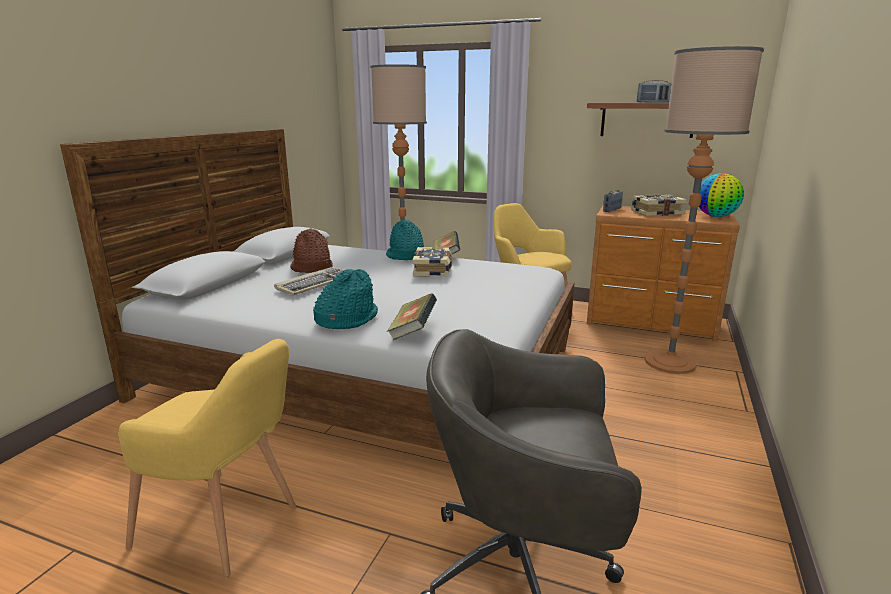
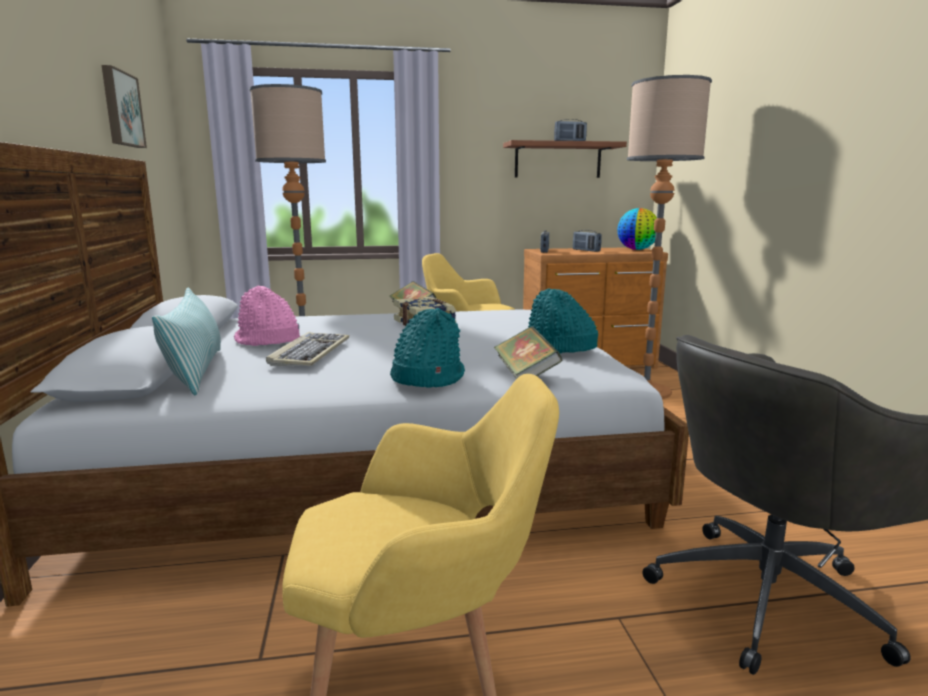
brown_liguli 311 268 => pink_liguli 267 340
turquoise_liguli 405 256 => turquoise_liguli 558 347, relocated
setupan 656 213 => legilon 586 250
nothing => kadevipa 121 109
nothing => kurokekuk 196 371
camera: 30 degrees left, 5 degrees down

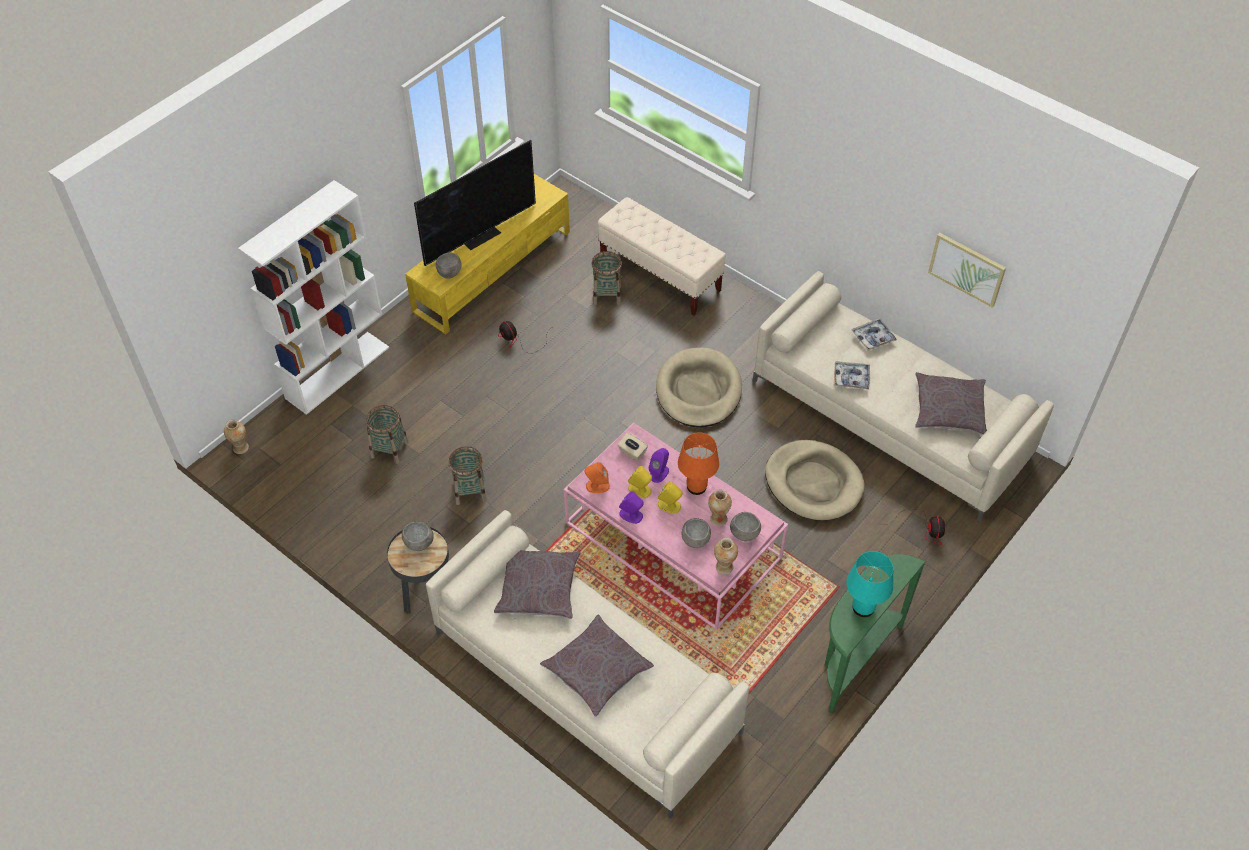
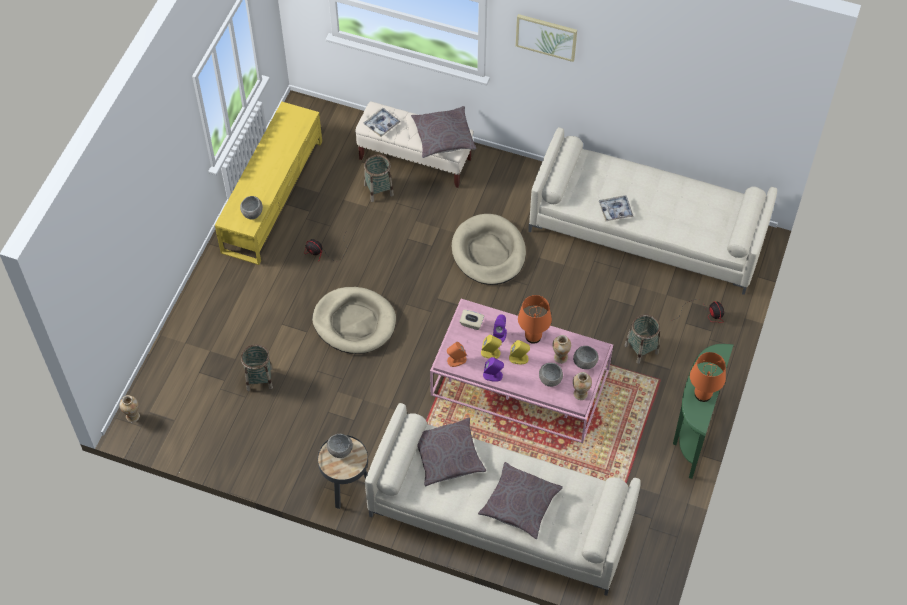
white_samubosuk 337 372 => nothing
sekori 480 235 => nothing
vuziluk 470 491 => vuziluk 641 349, relocated
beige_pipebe 813 483 => beige_pipebe 354 322, relocated
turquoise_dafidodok 862 607 => orange_dafidodok 702 394
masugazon 873 337 => masugazon 382 124, relocated
grey_kurokekuk 948 410 => grey_kurokekuk 443 137, relocated
kadevipa 967 269 => kadevipa 546 36, relocated
camera: 20 degrees left, 5 degrees up

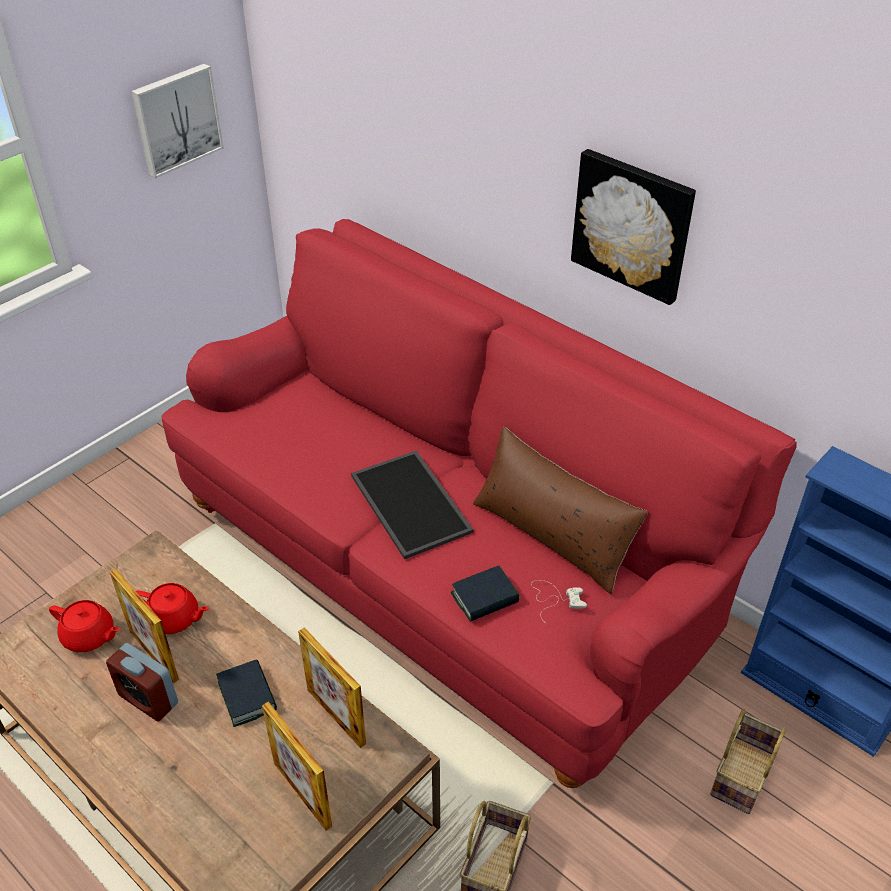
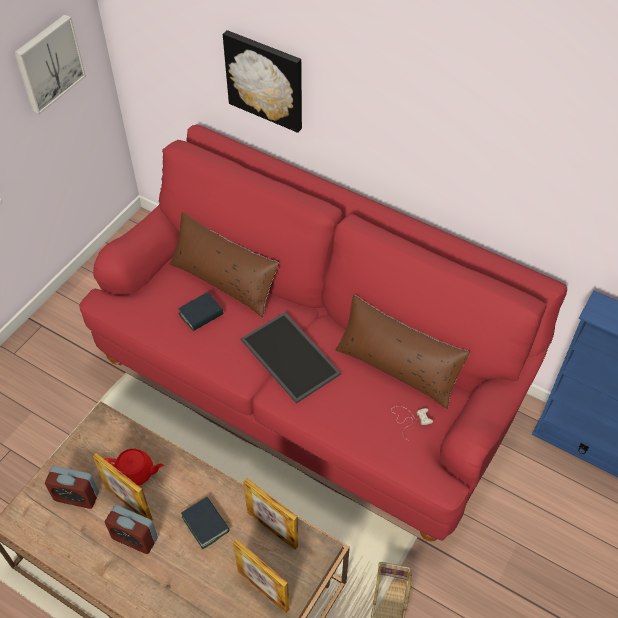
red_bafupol 89 636 => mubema 76 496
setupan 485 598 => setupan 201 314, relocated
kadevipa 633 224 => kadevipa 265 79, relocated
vuziluk 742 777 => nothing
nothing => brown_kurokekuk 224 280
camera: 10 degrees left, 10 degrees up

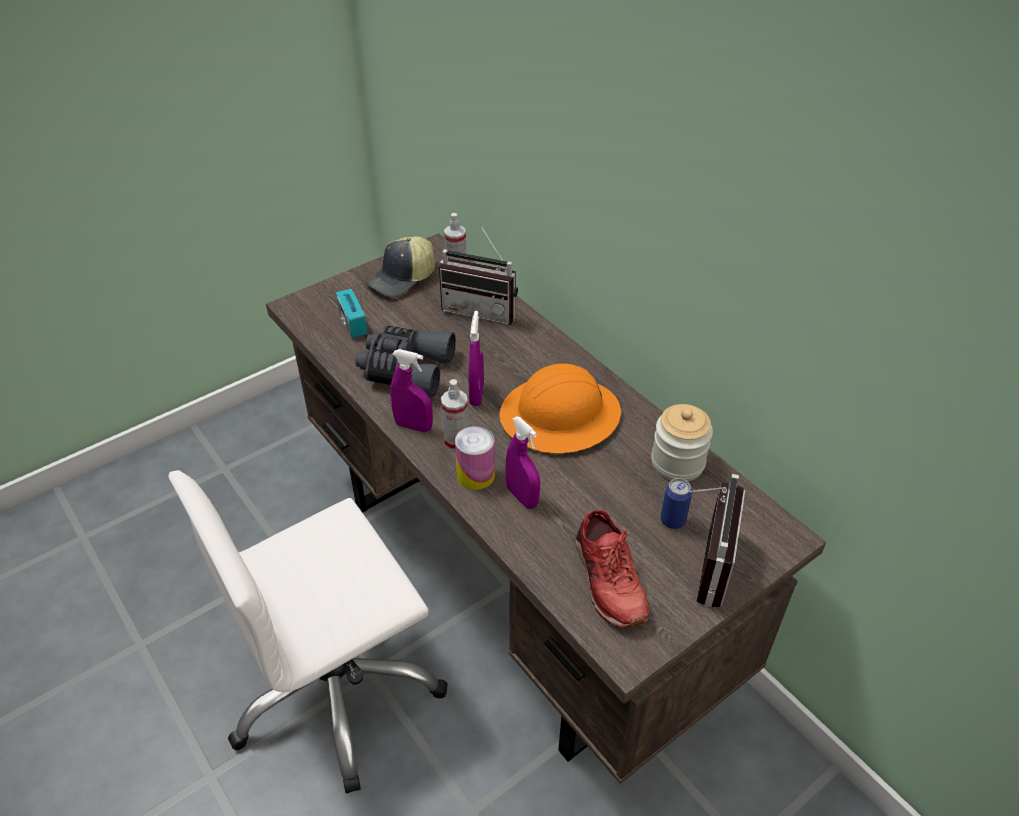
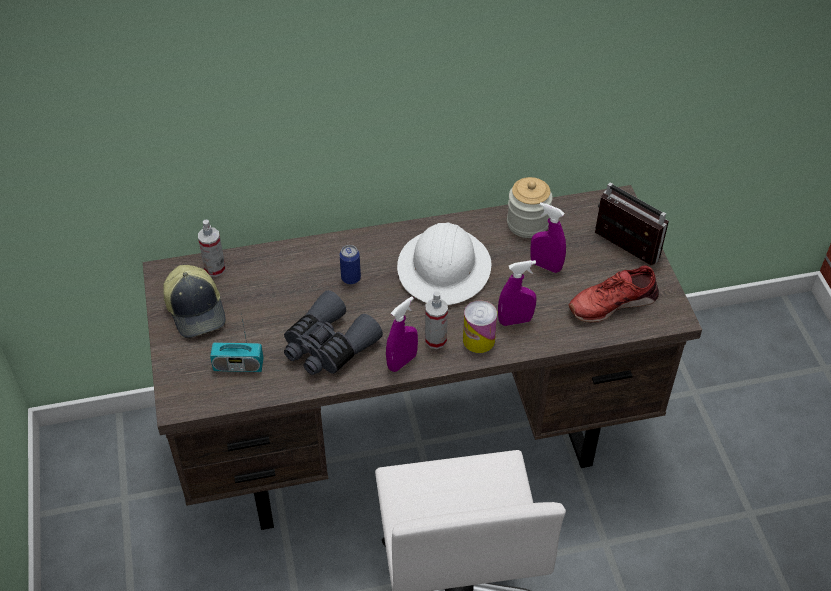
legilon 482 309 => nothing
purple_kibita 476 395 => purple_kibita 545 266, relocated
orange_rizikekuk 560 416 => white_rizikekuk 444 268
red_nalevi 607 579 => red_nalevi 612 302, 150 degrees clockwise
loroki 672 520 => loroki 351 278, relocated
camera: 65 degrees left, 5 degrees up

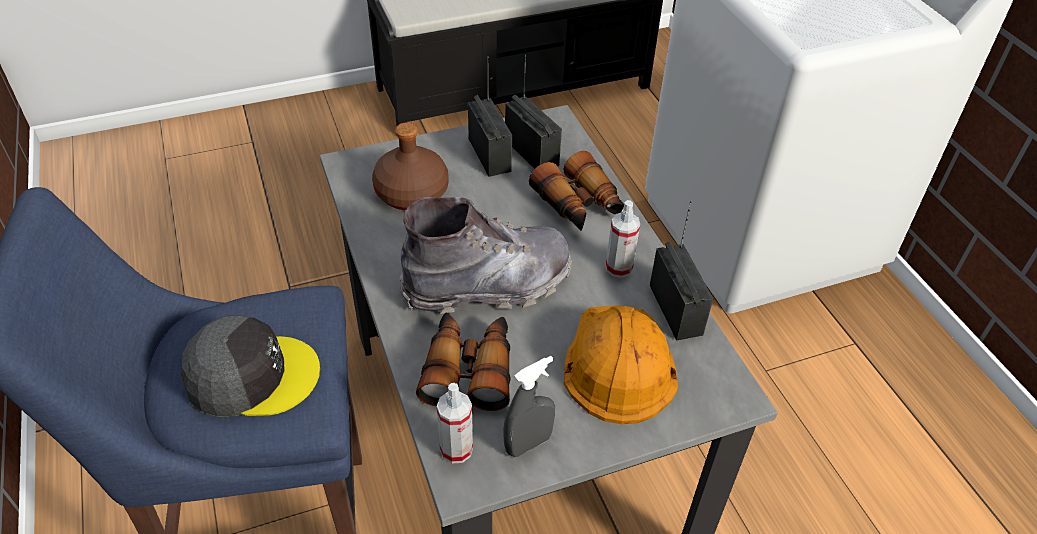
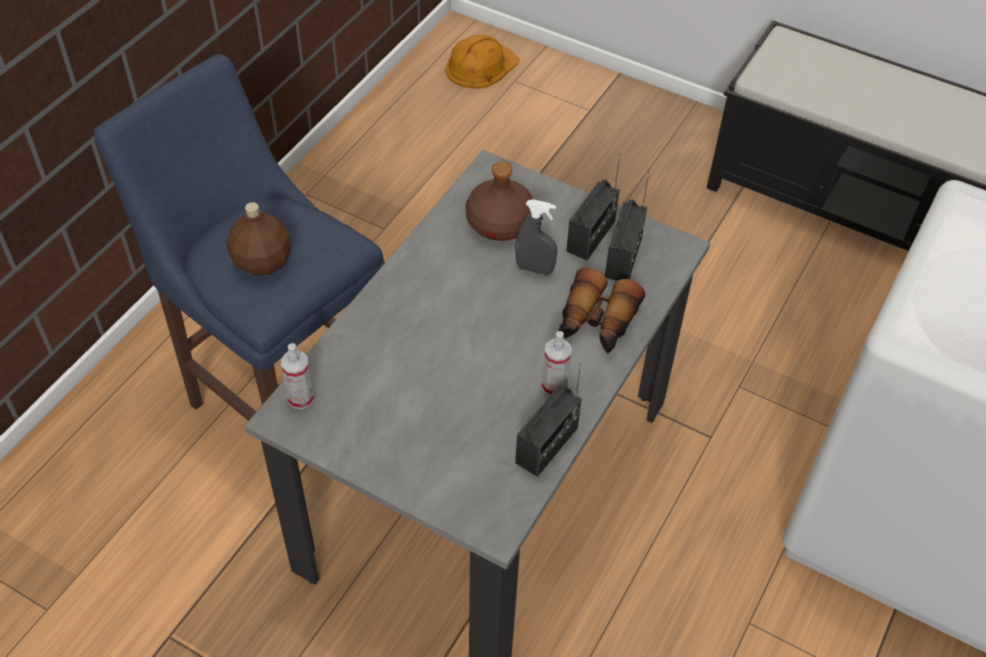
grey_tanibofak 251 375 => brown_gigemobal 262 261
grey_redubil 488 285 => nothing
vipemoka 469 368 => nothing
grey_kibita 528 444 => grey_kibita 534 269, relocated
orange_rizikekuk 618 363 => orange_rizikekuk 481 66, relocated
camera: 50 degrees right, 5 degrees up

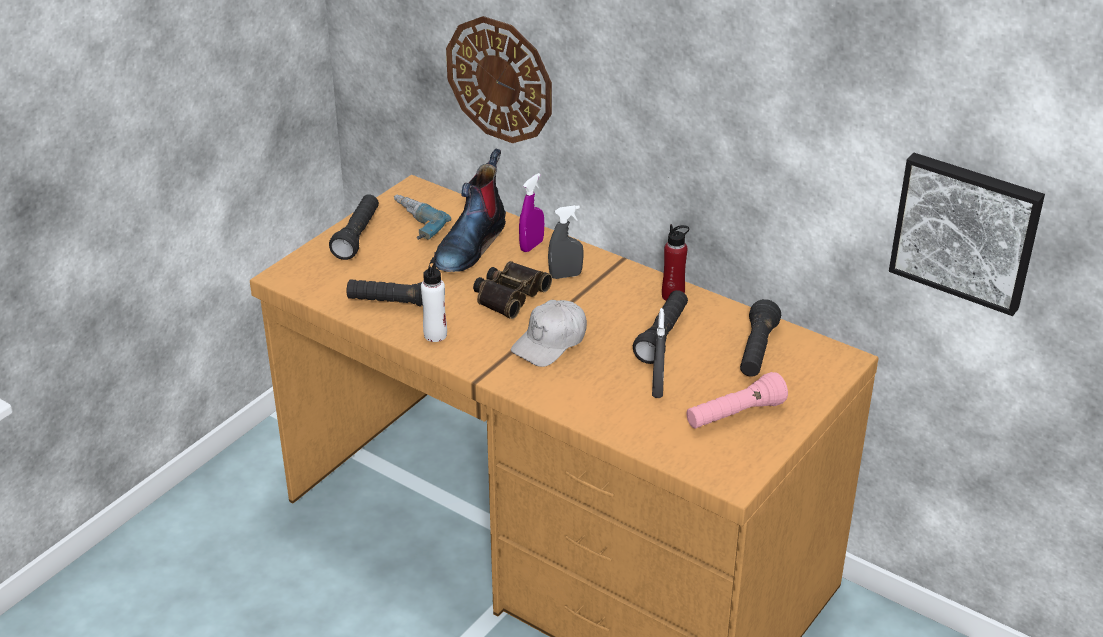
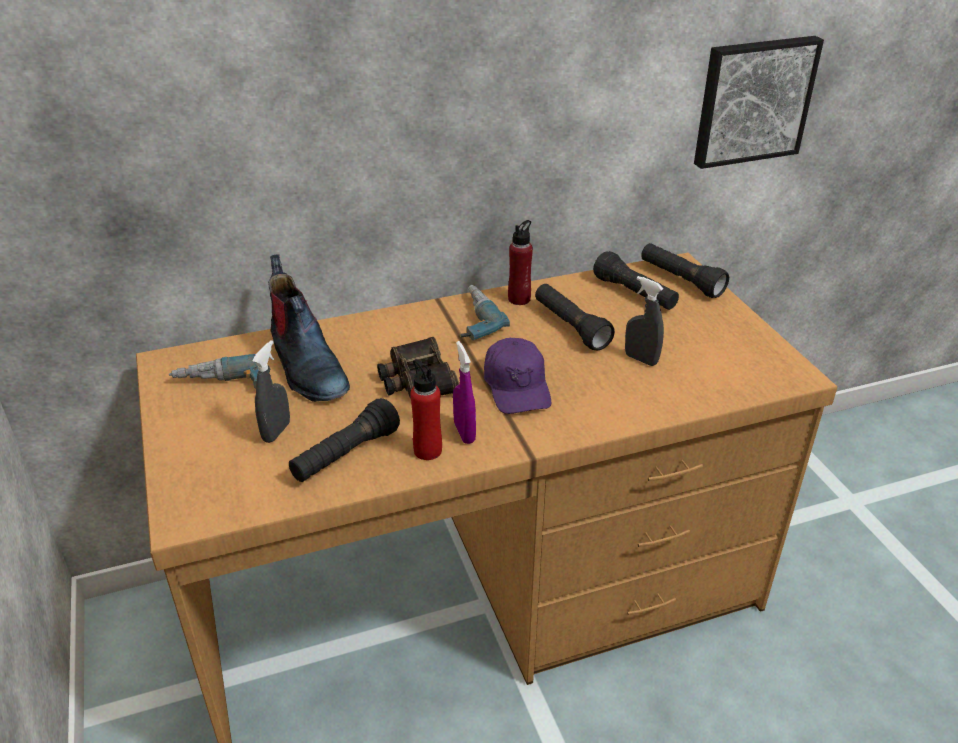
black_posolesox 357 236 => black_posolesox 680 280, relocated
white_gigemobal 435 335 => red_gigemobal 427 450
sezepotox 500 79 => nothing
white_tanibofak 550 342 => purple_tanibofak 517 386
purple_kibita 531 246 => purple_kibita 464 433, relocated
grey_kibita 565 275 => grey_kibita 276 432, relocated
pink_posolesox 734 415 => nothing
nothing => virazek 471 320
camera: 55 degrees left, 0 degrees up

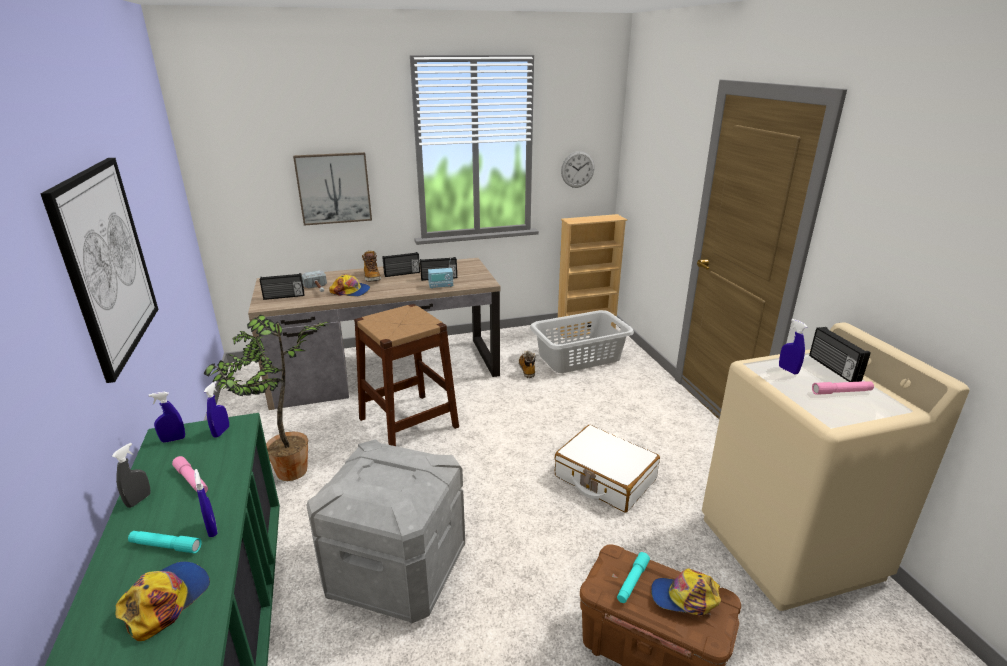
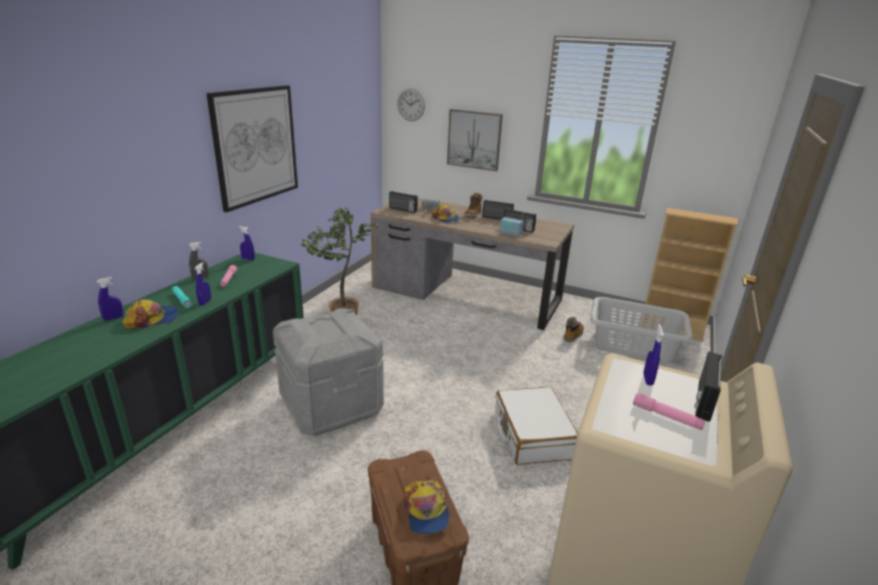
blue_kibita 221 432 => blue_kibita 113 318, relocated
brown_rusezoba 408 422 => nothing
sezepotox 577 169 => sezepotox 411 105, relocated
turquoise_posolesox 632 581 => nothing
tanibofak 684 598 => tanibofak 426 511, 150 degrees counterclockwise
camera: 40 degrees right, 0 degrees up

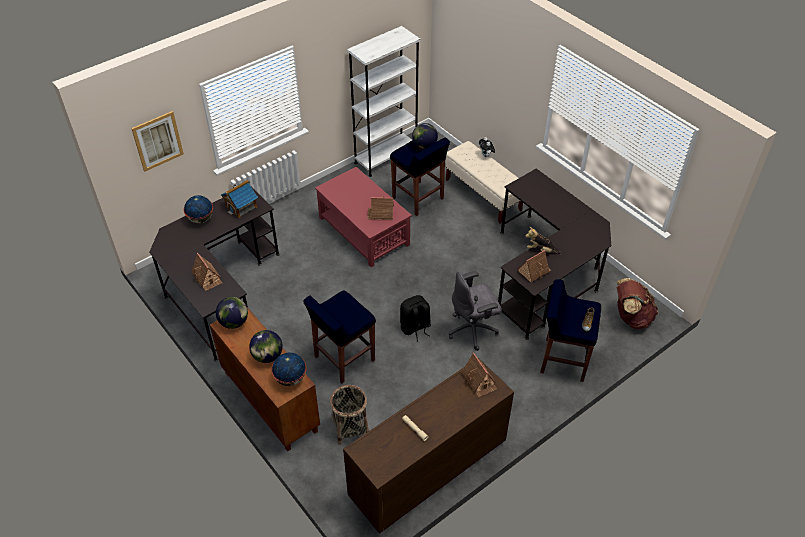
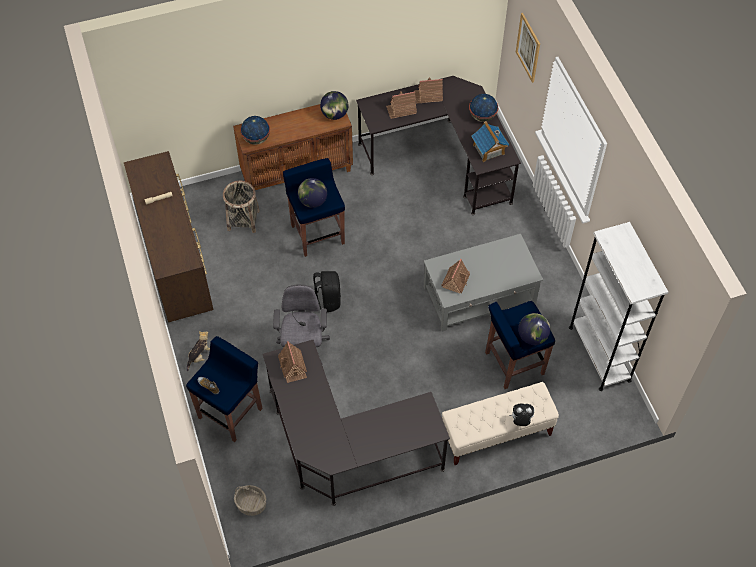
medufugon 267 356 => medufugon 312 201, relocated
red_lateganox 363 230 => grey_lateganox 480 295
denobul 479 380 => denobul 428 96, relocated
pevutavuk 541 250 => pevutavuk 200 356, relocated
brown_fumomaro 631 317 => vuziluk 251 504
camera: 110 degrees right, 10 degrees up

